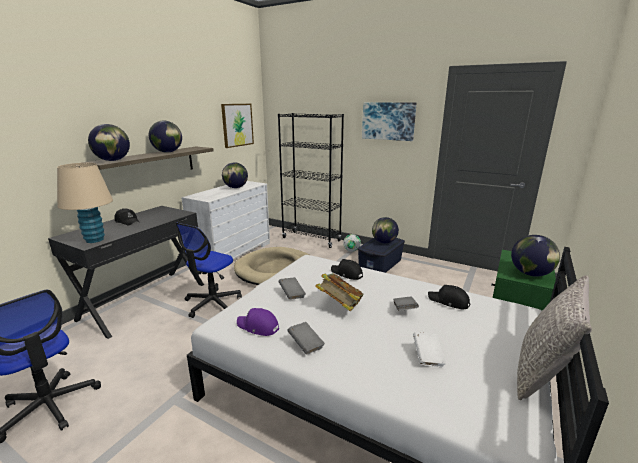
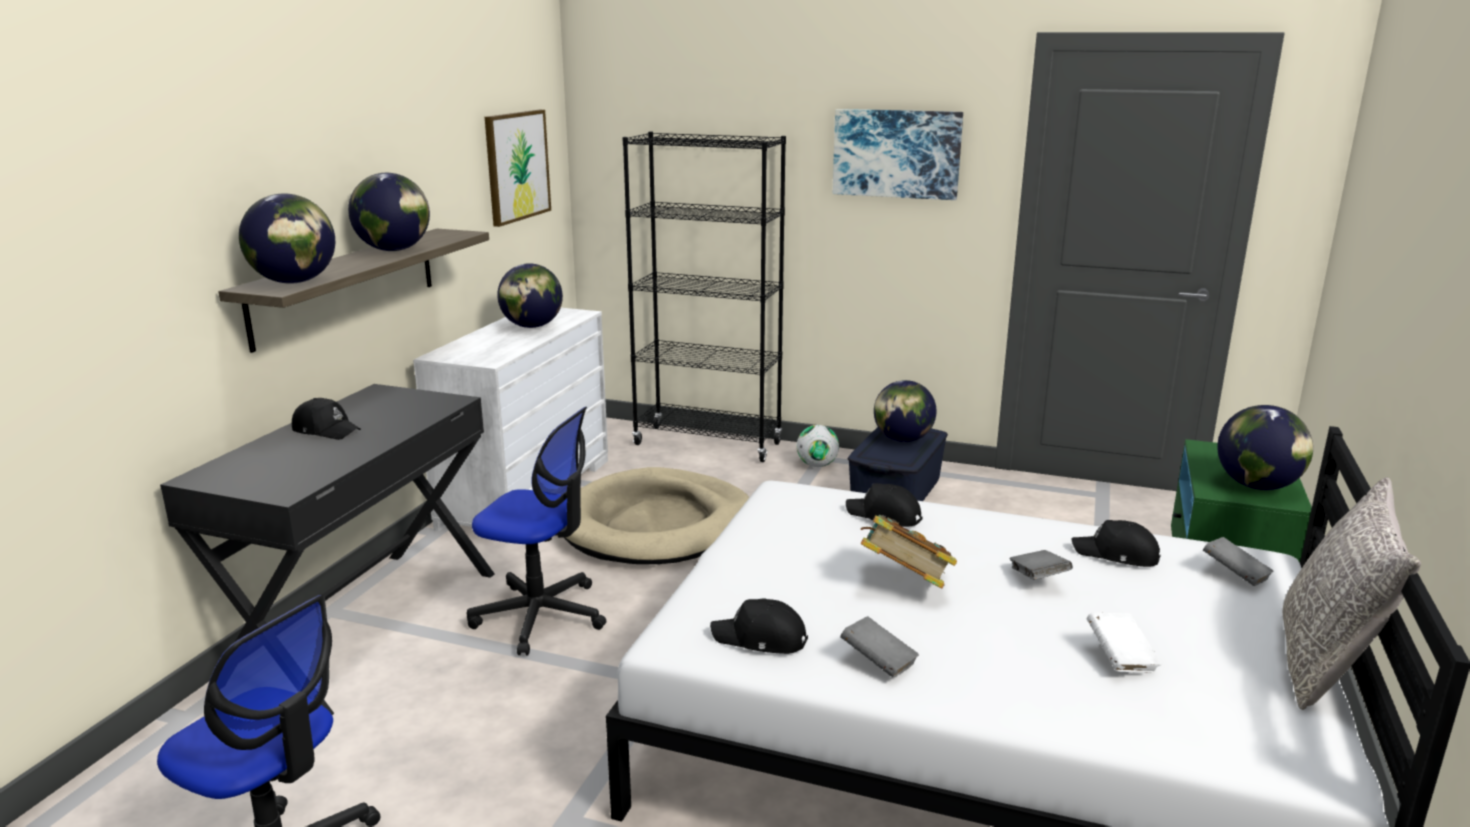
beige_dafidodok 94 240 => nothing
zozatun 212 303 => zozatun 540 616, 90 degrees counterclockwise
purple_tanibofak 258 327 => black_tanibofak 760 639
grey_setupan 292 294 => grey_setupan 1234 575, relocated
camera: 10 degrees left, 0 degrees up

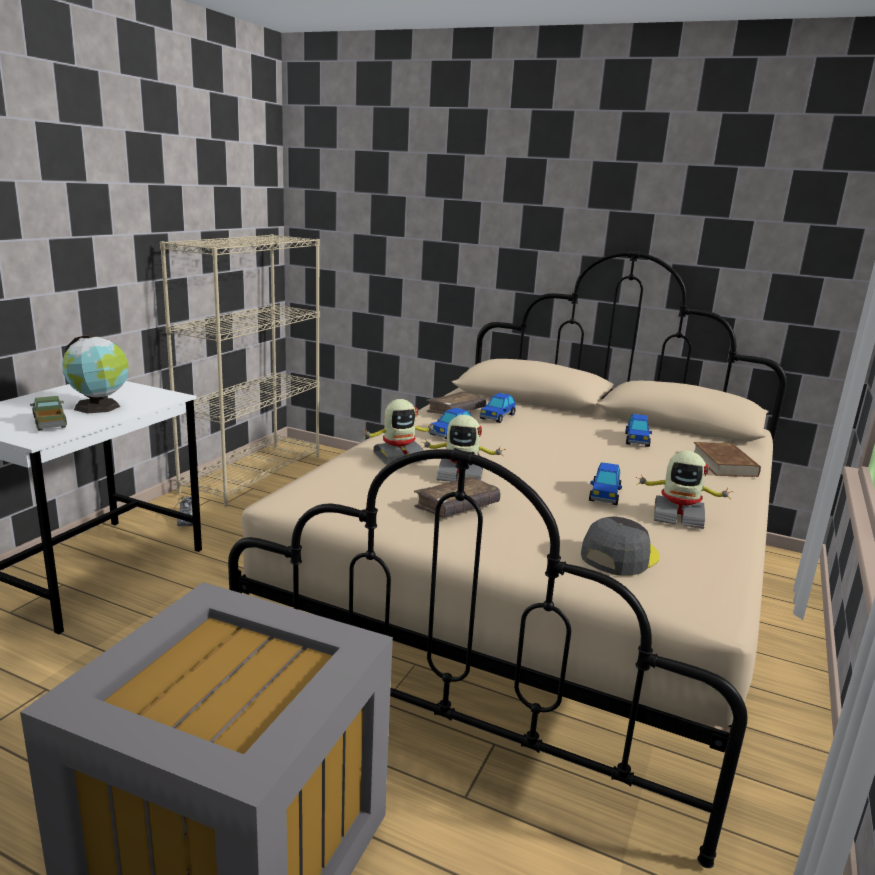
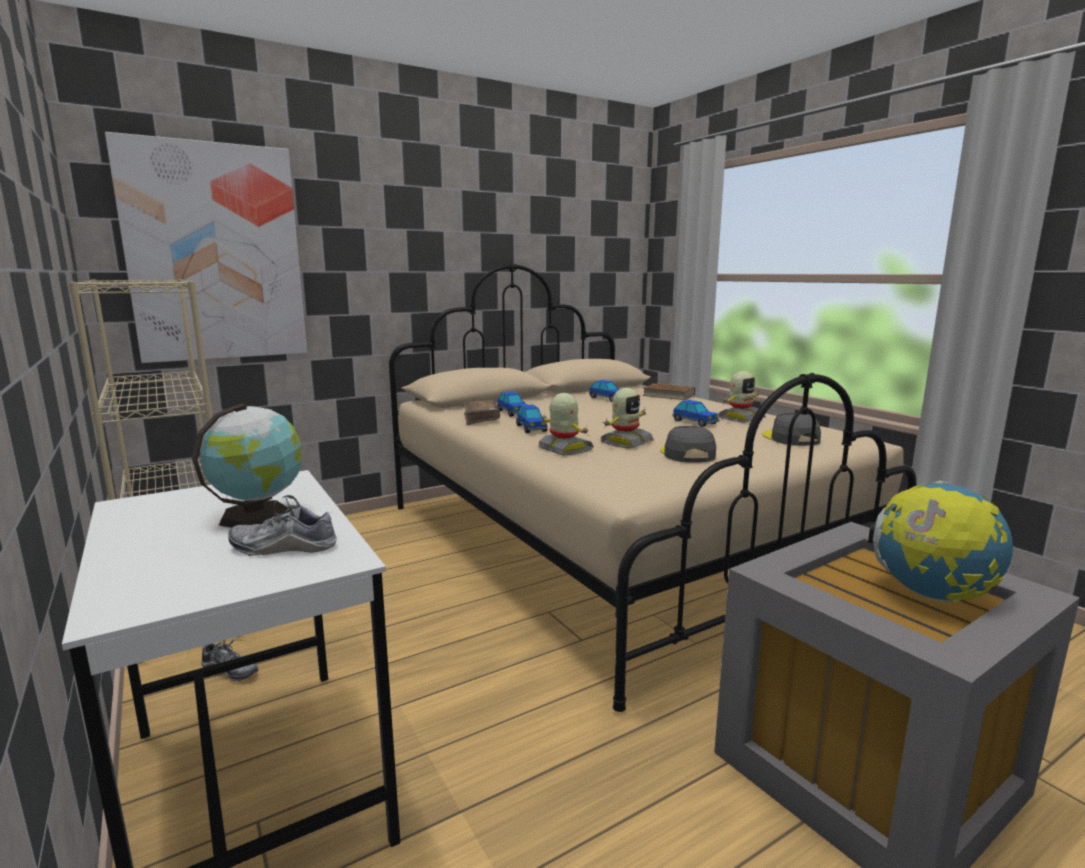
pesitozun 50 423 => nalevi 283 547
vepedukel 398 457 => vepedukel 564 449, 45 degrees counterclockwise
brown_setupan 456 507 => grey_tanibofak 687 454
nothing => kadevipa 215 253
nothing => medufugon 930 595
camera: 55 degrees left, 5 degrees down

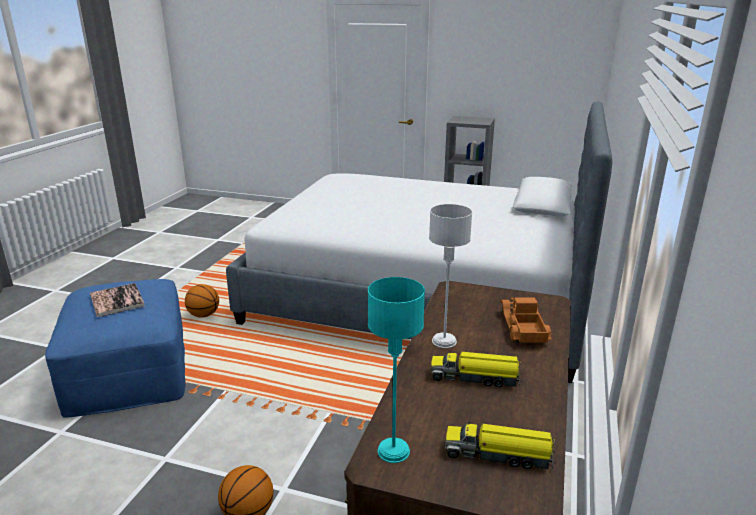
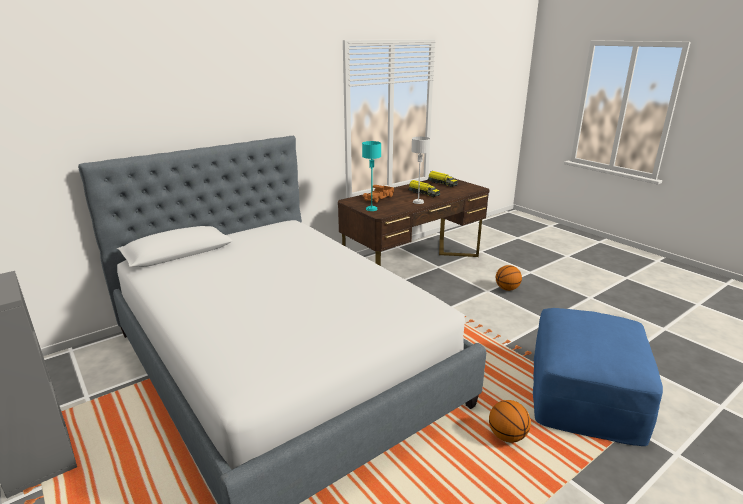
setupan 117 301 => nothing
turquoise_dafidodok 393 451 => turquoise_dafidodok 371 209, relocated
camera: 145 degrees left, 0 degrees up

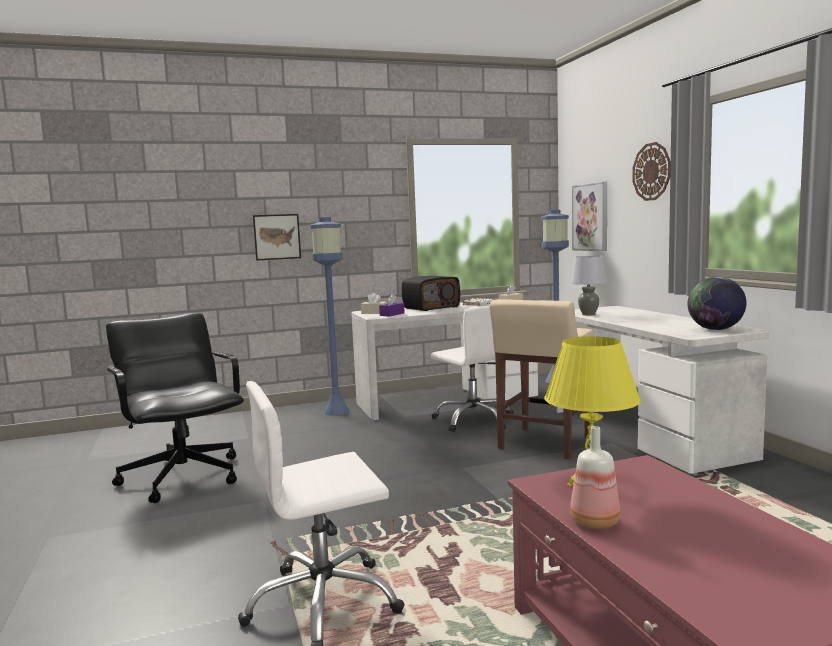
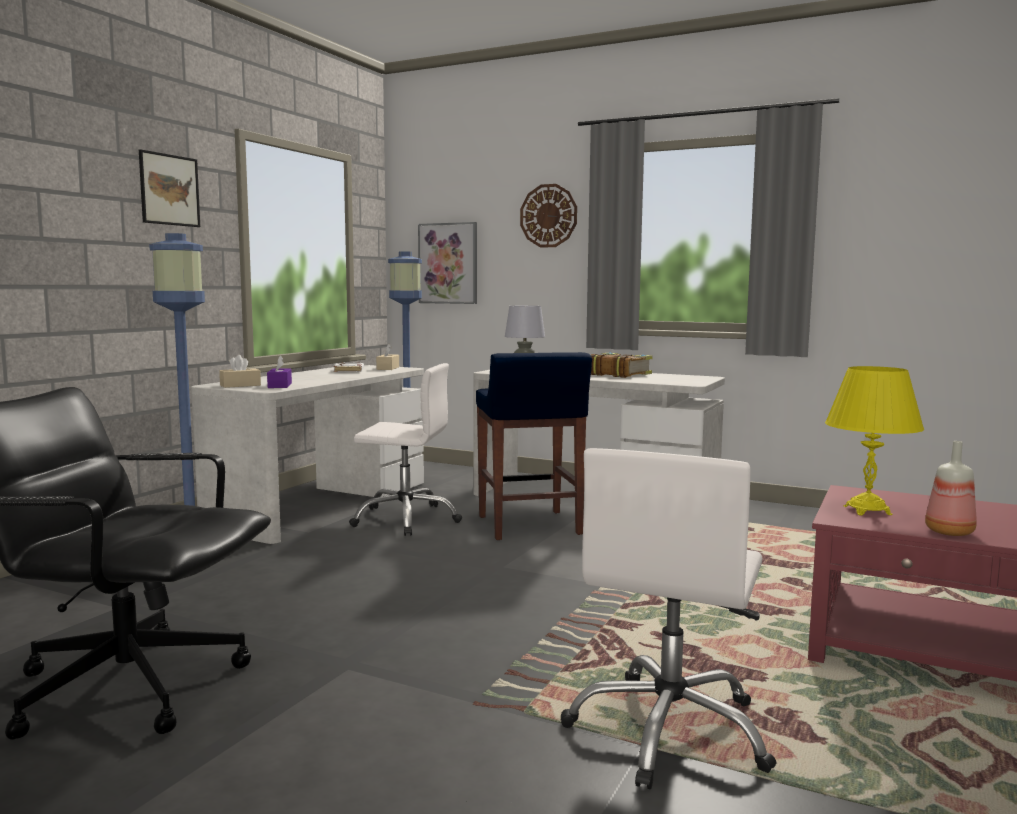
kadevipa 277 237 => kadevipa 169 190, relocated
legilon 431 307 => nothing
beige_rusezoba 543 443 => blue_rusezoba 529 526
medufugon 715 329 => nothing
nothing => setupan 618 374
camera: 45 degrees left, 0 degrees up

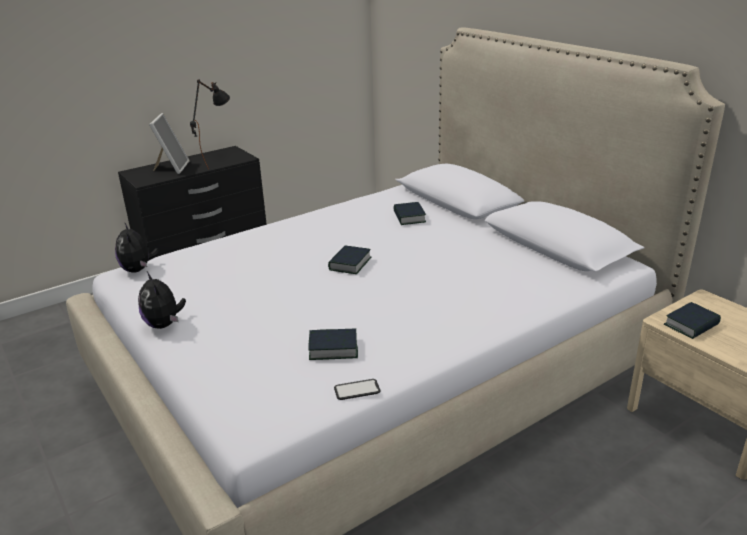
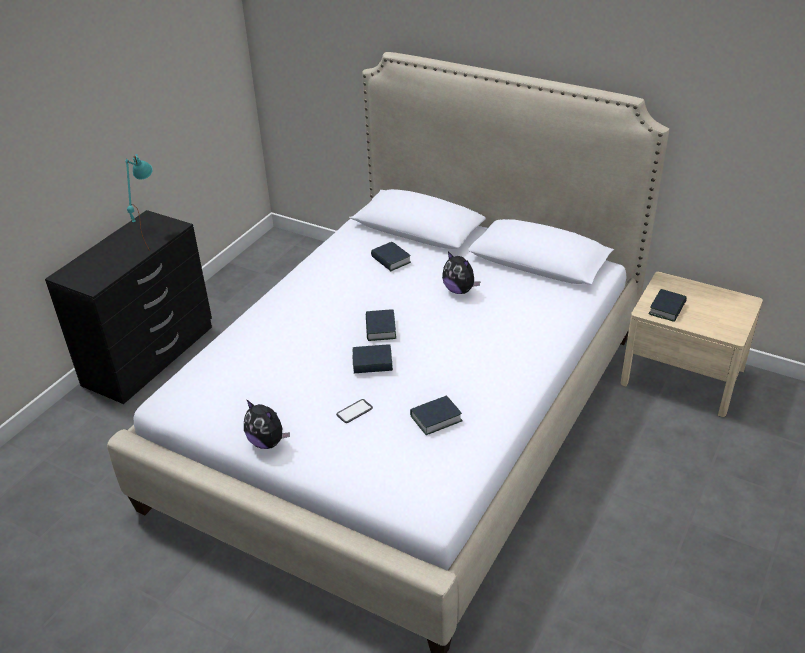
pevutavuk 138 270 => pevutavuk 459 290, relocated
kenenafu 172 167 => nothing
black_dafidodok 216 162 => turquoise_dafidodok 149 239
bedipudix 357 390 => bedipudix 354 411, relocated
nothing => setupan 372 363
camera: 25 degrees left, 10 degrees up

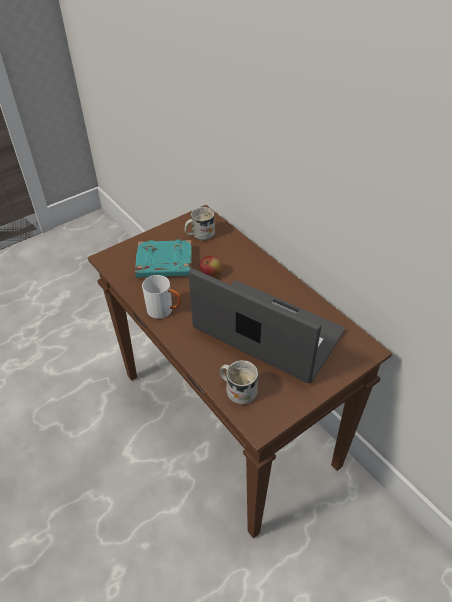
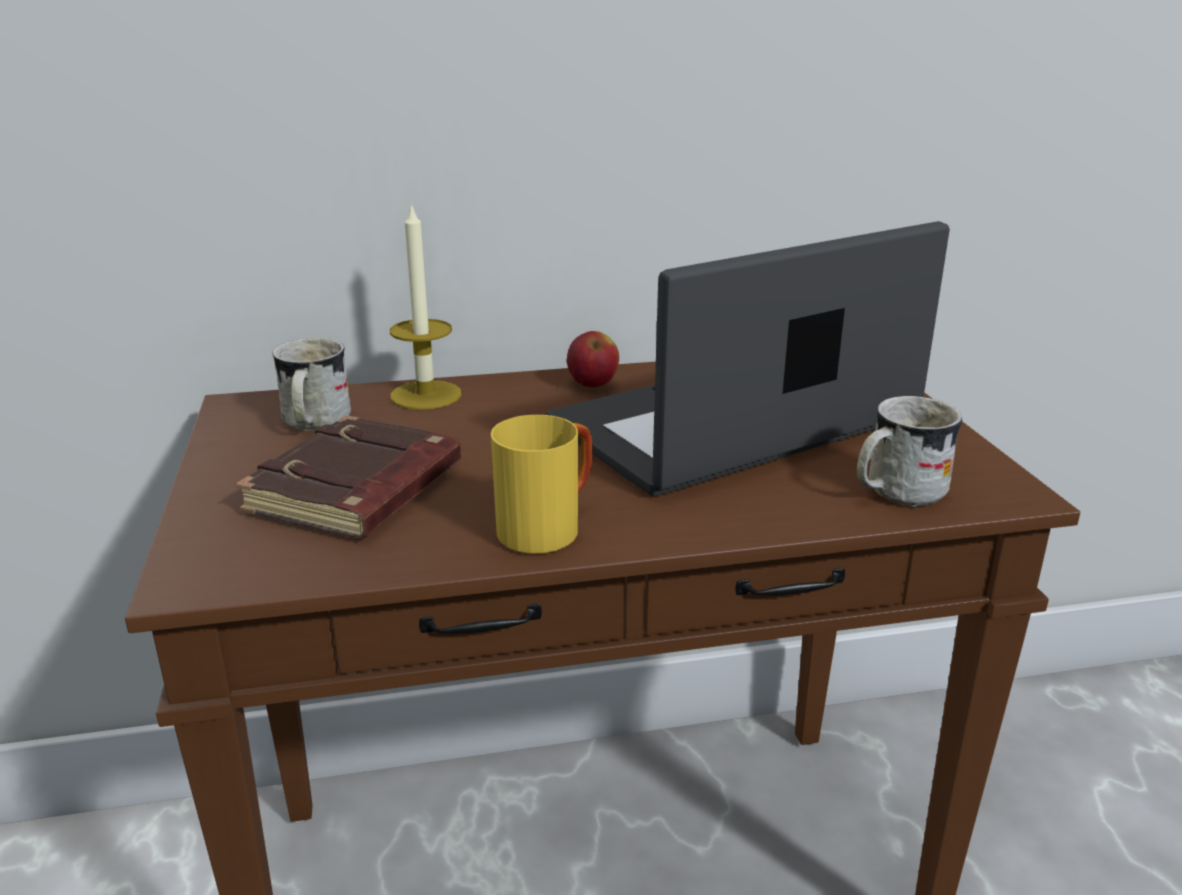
turquoise_setupan 164 264 => brown_setupan 357 491
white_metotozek 164 311 => yellow_metotozek 549 527
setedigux 211 274 => setedigux 592 385, relocated
nothing => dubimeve 426 395
camera: 65 degrees left, 20 degrees down

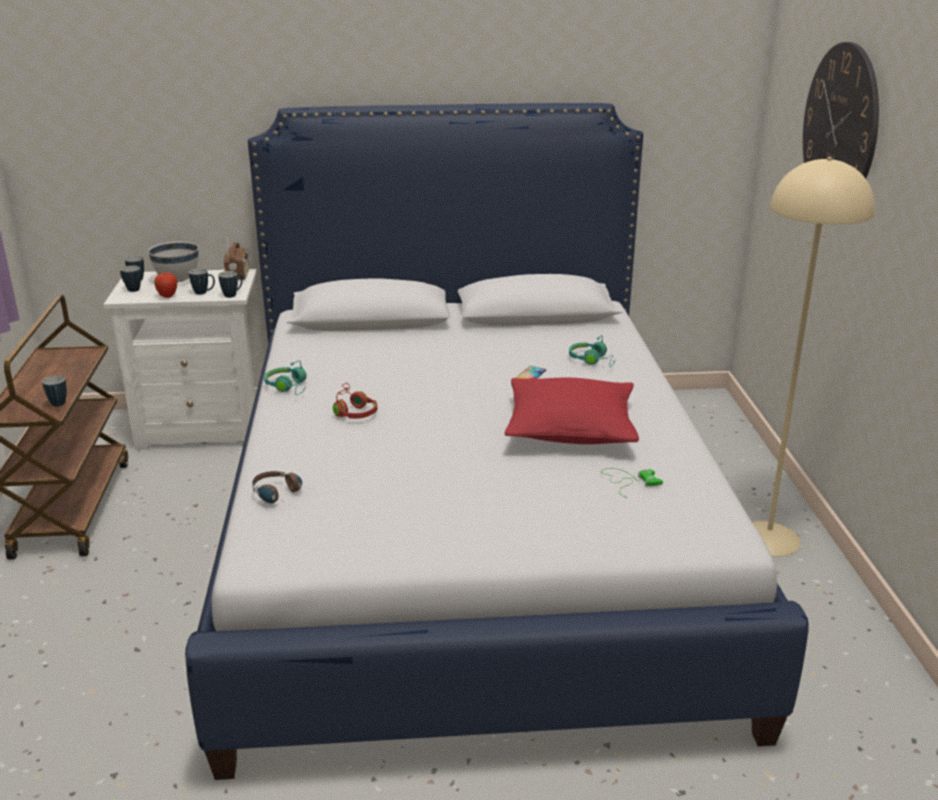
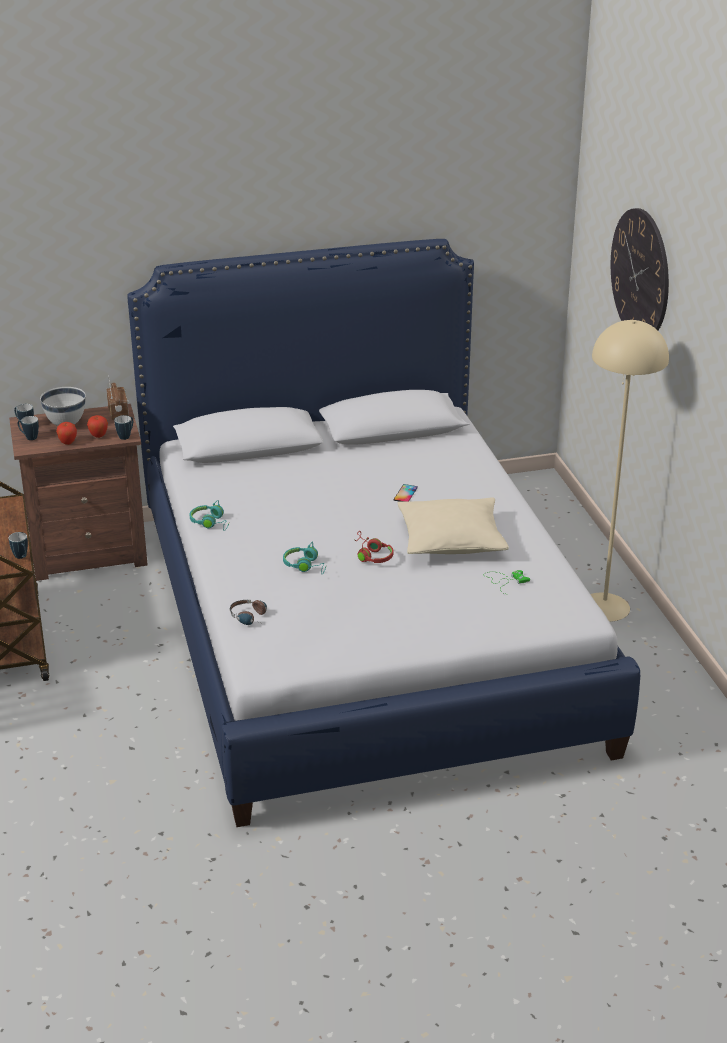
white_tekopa 204 428 => brown_tekopa 89 553
metotozek 204 293 => setedigux 98 436
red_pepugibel 353 411 => red_pepugibel 371 555, relocated
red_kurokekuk 570 429 => beige_kurokekuk 451 540
turquoise_pepugibel 592 360 => turquoise_pepugibel 305 566, relocated
camera: 10 degrees left, 5 degrees up

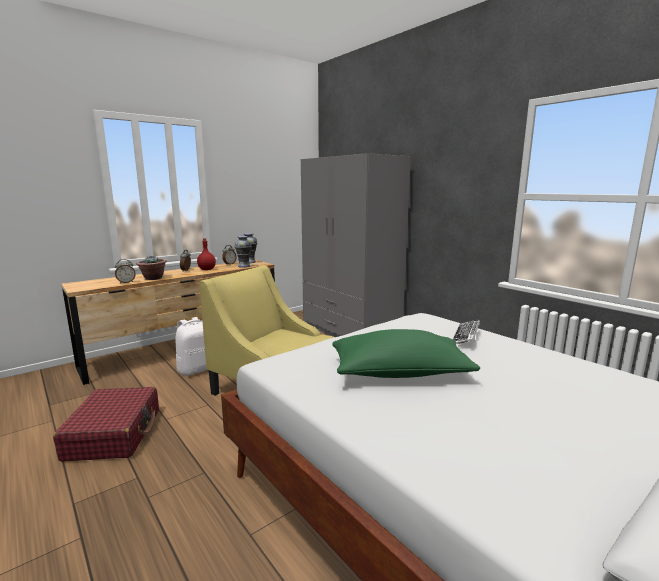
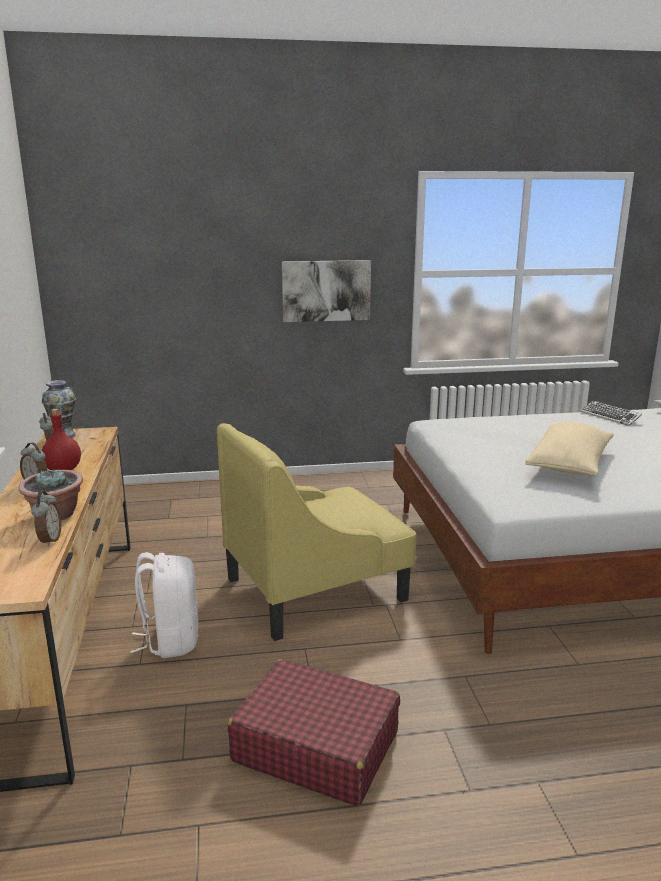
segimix 244 266 => nothing
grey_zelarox 350 332 => nothing
green_kurokekuk 400 373 => beige_kurokekuk 569 465
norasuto 465 336 => norasuto 610 417, relocated
nothing => kadevipa 326 290
camera: 60 degrees left, 5 degrees up

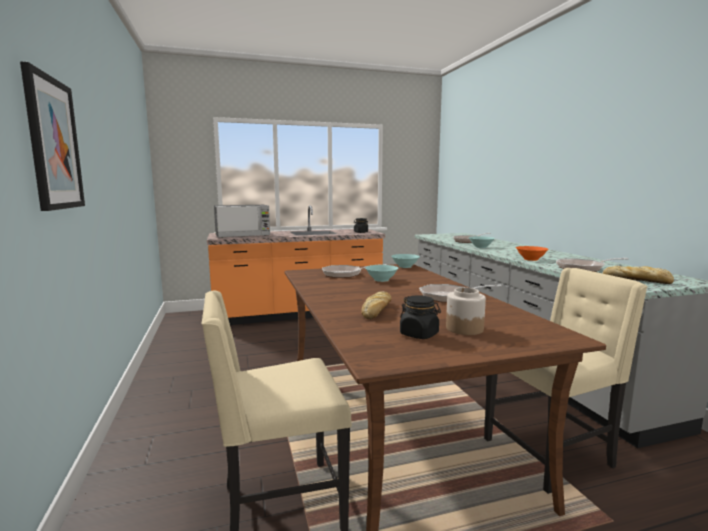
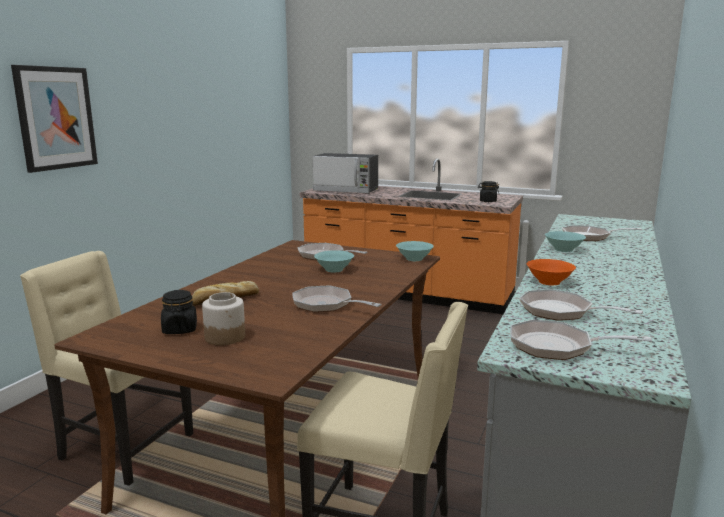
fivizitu 637 280 => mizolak 557 347
camera: 40 degrees right, 5 degrees up

